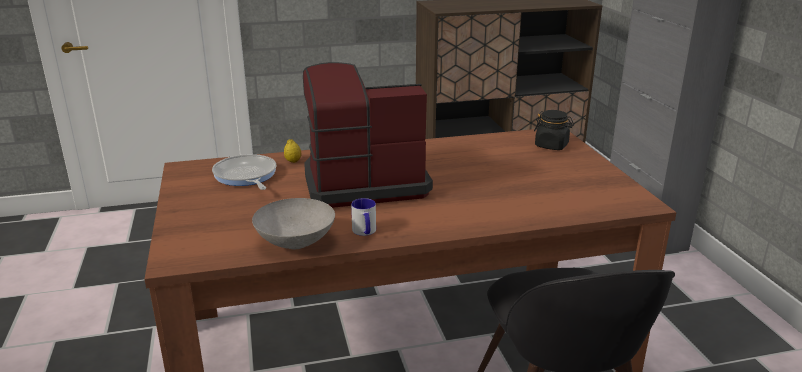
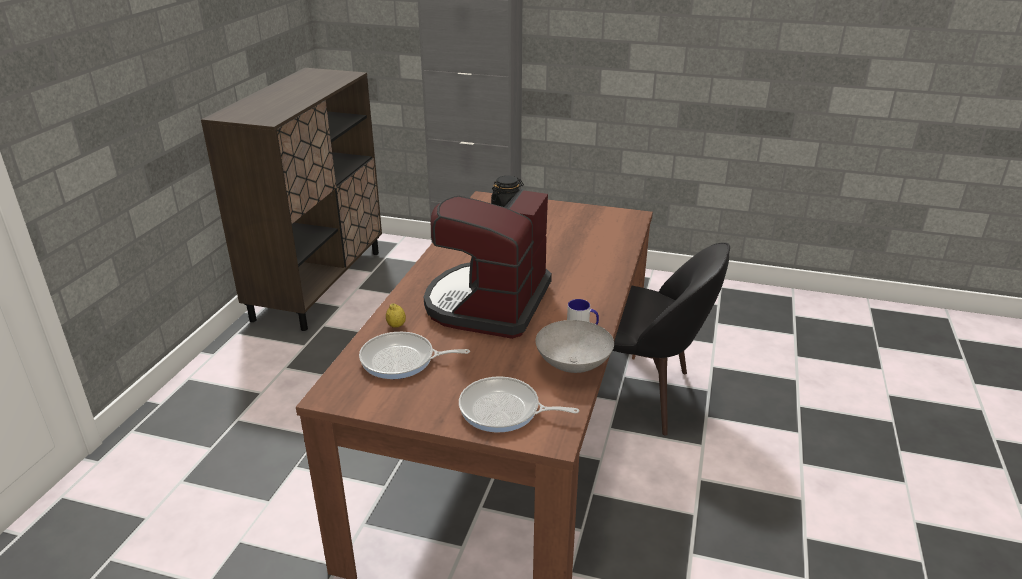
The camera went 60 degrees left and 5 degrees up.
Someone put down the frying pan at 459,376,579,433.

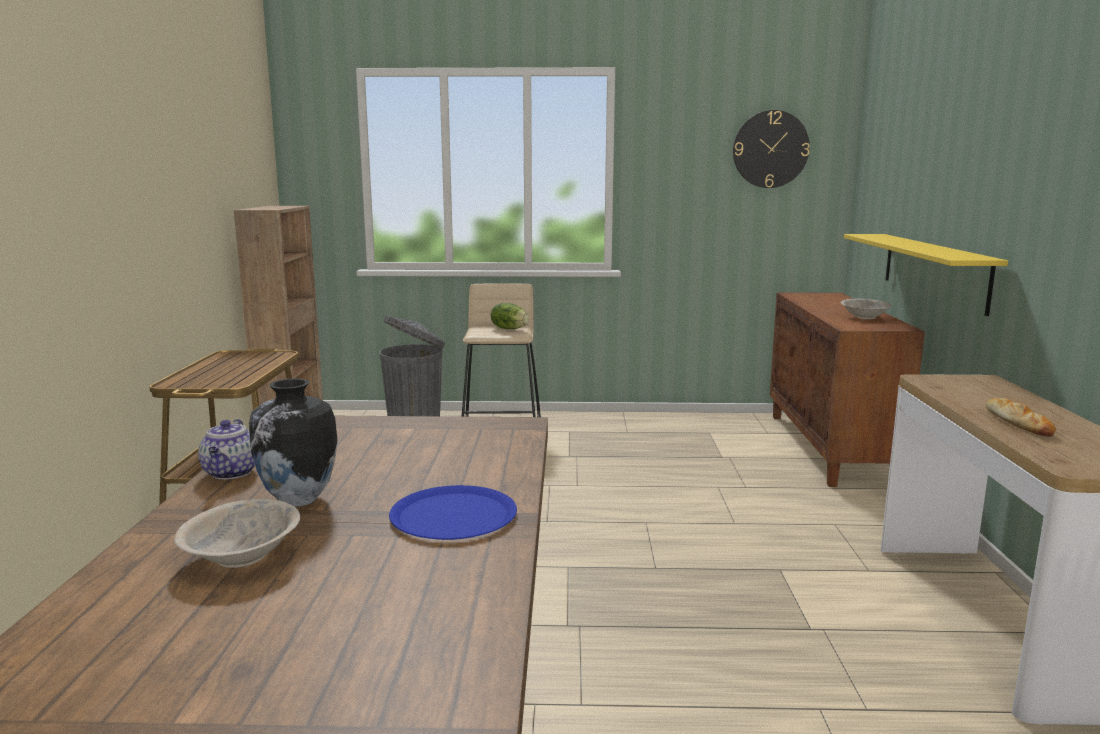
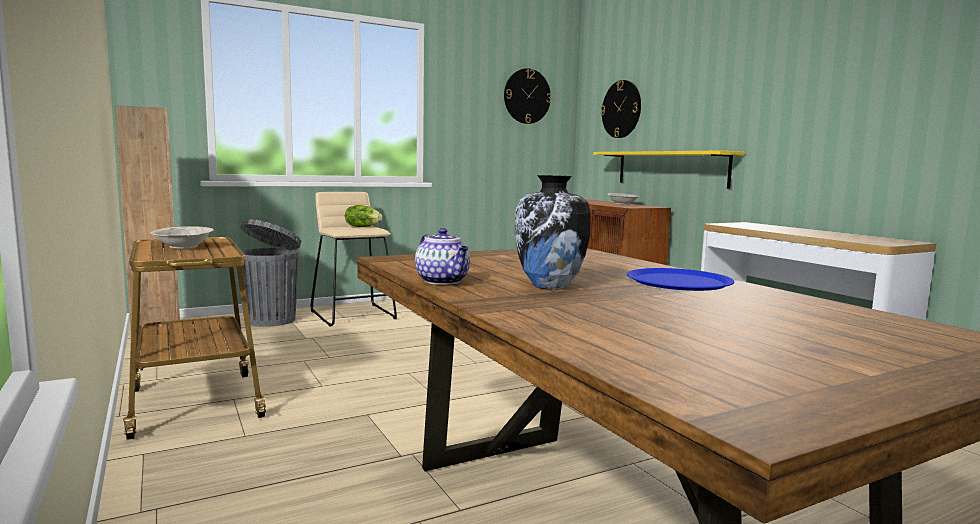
The camera went 30 degrees left and 5 degrees down.
Someone took away the bread at 986,397,1056,437.
Someone put up the wall clock at 601,80,641,138.
Someone carried the beige bowl from 174,499,300,568 to 151,226,214,249.

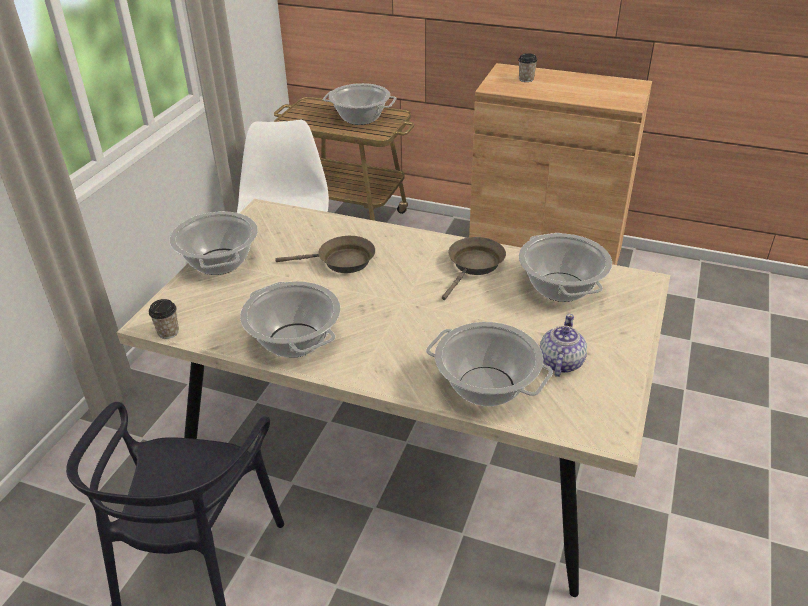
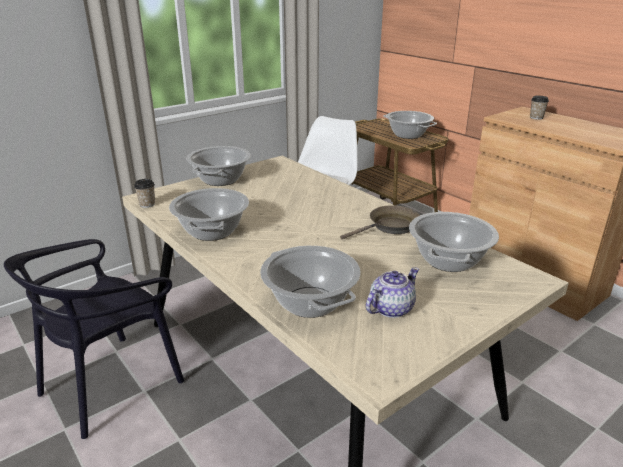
The camera went 30 degrees right and 10 degrees down.
Someone took away the brown frying pan at 275,236,375,273.

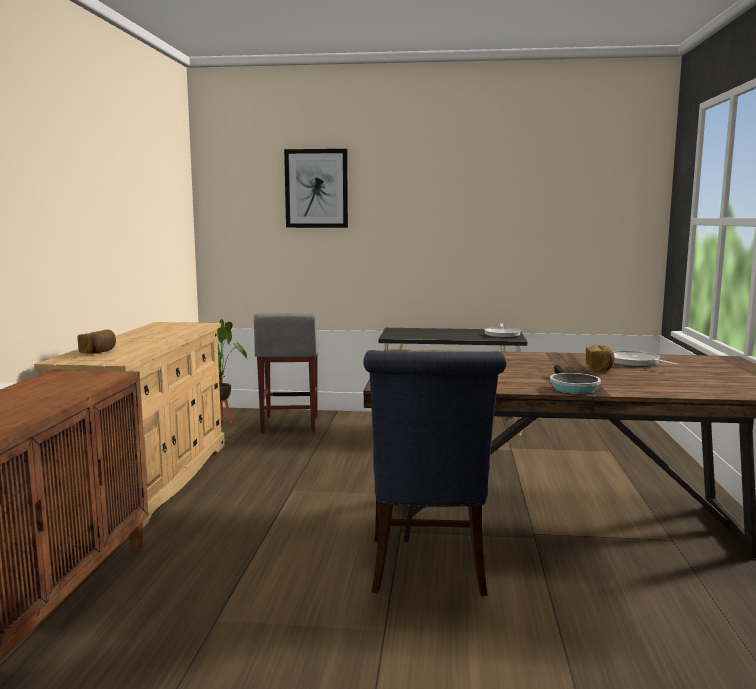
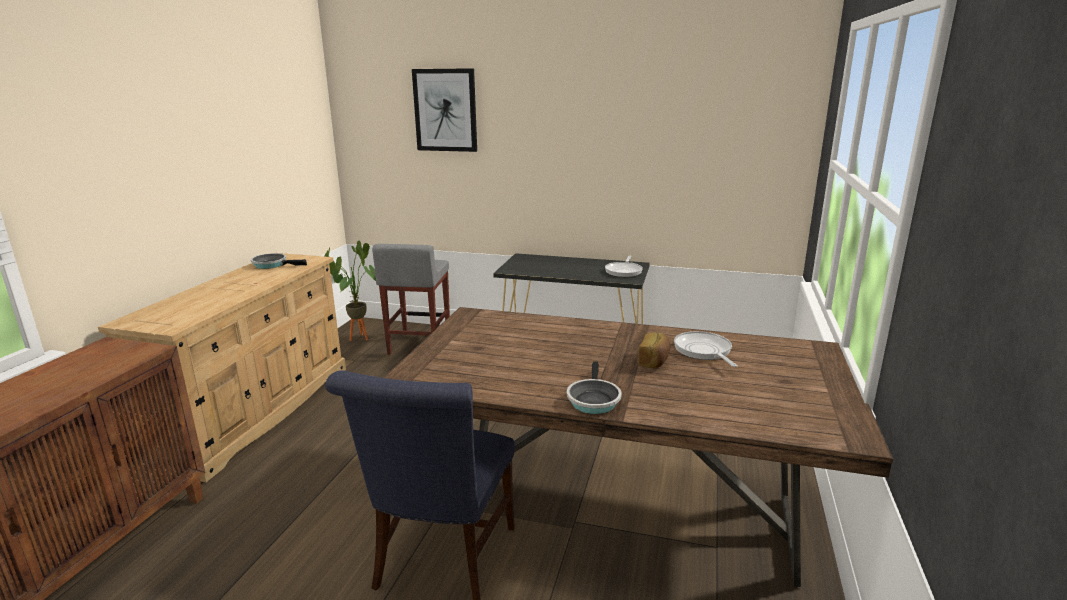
The camera went 10 degrees right and 10 degrees up.
Someone took away the bread at 78,329,116,354.
Someone put down the frying pan at 251,253,307,269.

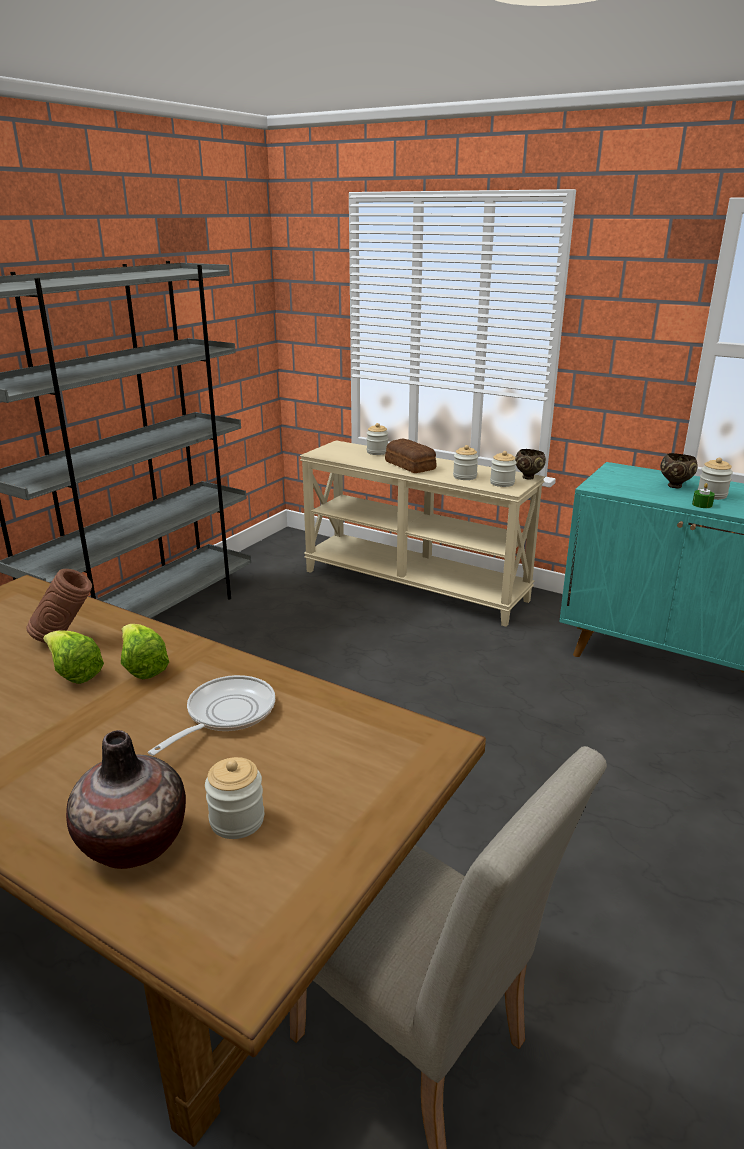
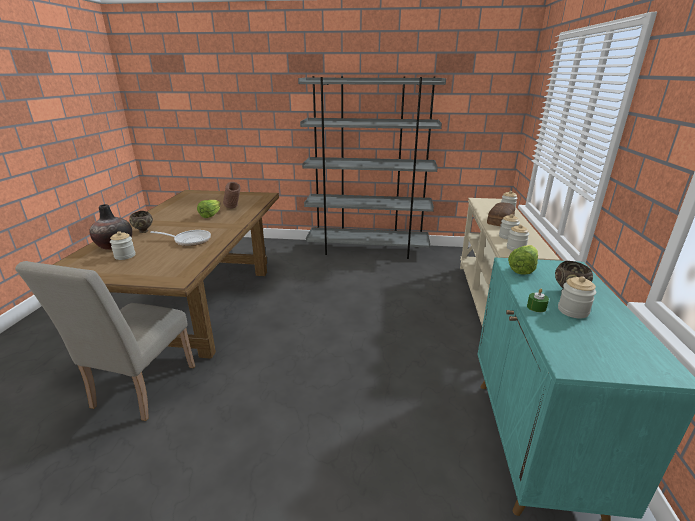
The camera went 65 degrees right and 0 degrees up.
Someone carried the lettuce from 121,624,169,679 to 508,245,538,275.
Someone carried the brown bowl from 515,449,546,480 to 129,211,153,233.

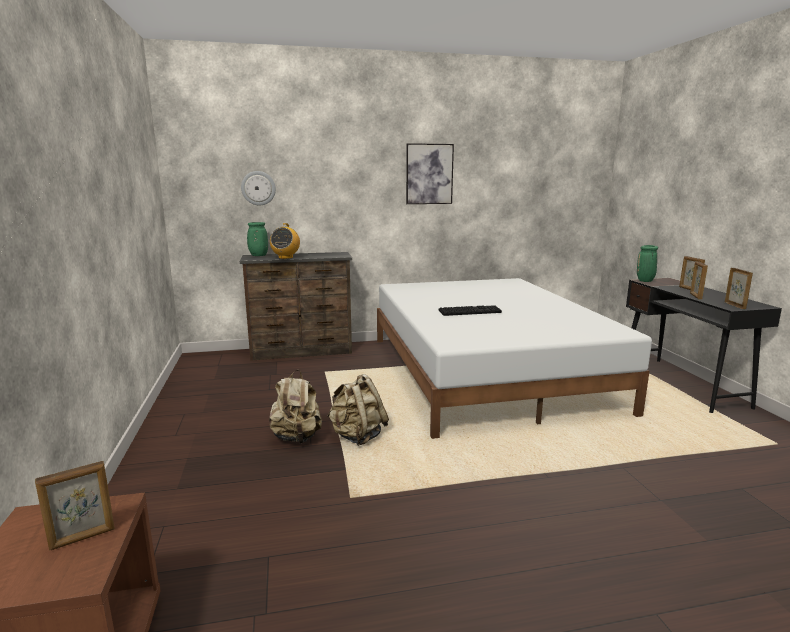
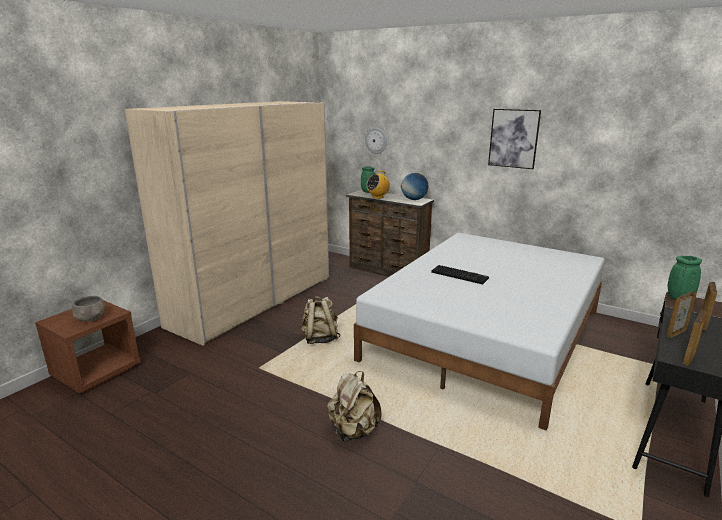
The camera went 45 degrees right and 5 degrees up.
Someone put down the beige wardrobe at 125,101,329,346.
Someone put down the globe at 401,173,429,200.
Someone carried the beige backpack from 269,370,322,444 to 327,371,381,442.
Someone swapped the picture frame at 35,461,115,551 for the grey bowl at 72,296,105,322.

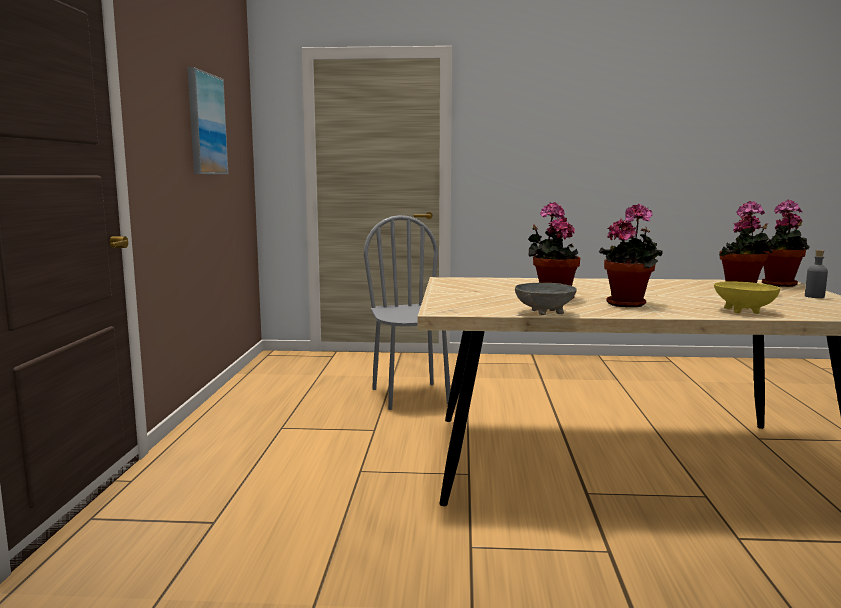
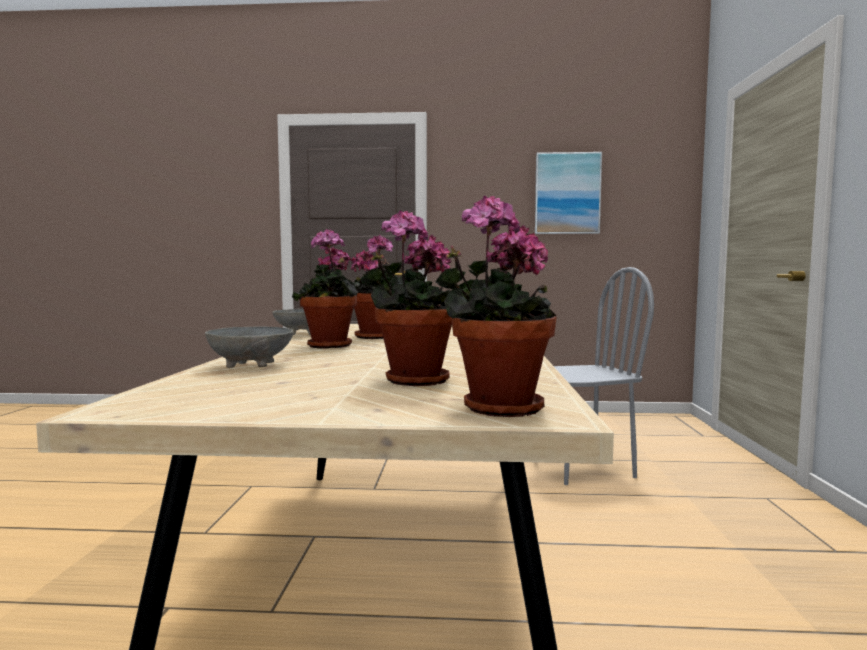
The camera went 90 degrees right and 5 degrees down.
Someone took away the grey bottle at 805,250,828,298.
Someone repainted the yellow bowl at 714,282,780,314, which became the grey bowl at 205,326,294,368.

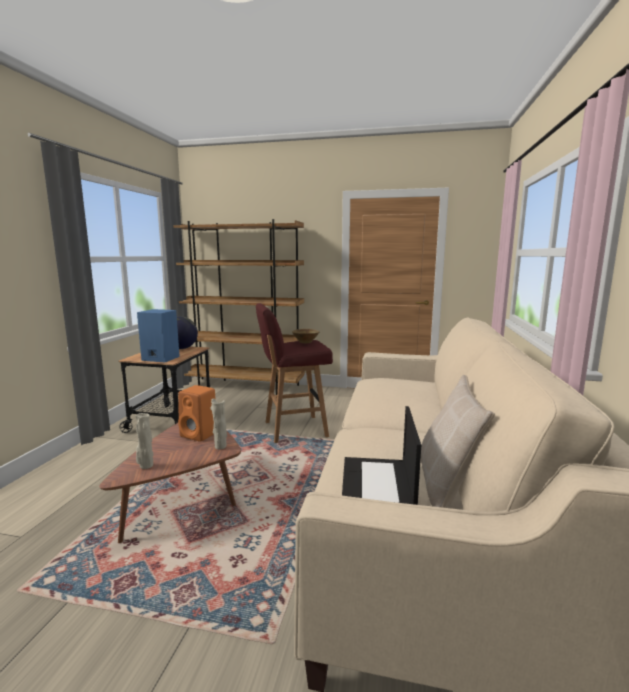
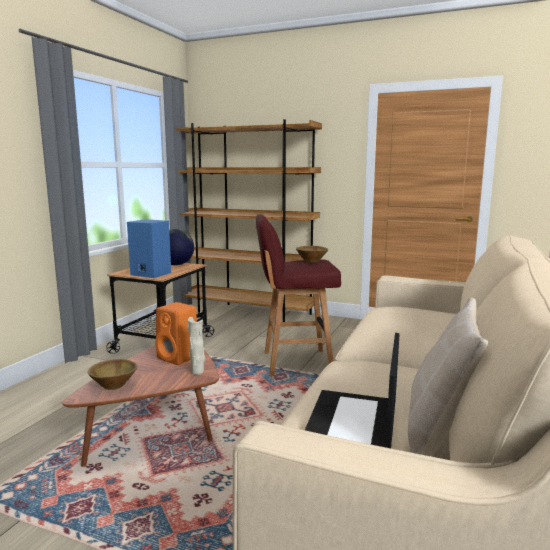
The camera went 10 degrees right and 0 degrees up.
Someone swapped the beige vase at 135,413,154,469 for the brown bowl at 87,359,137,390.

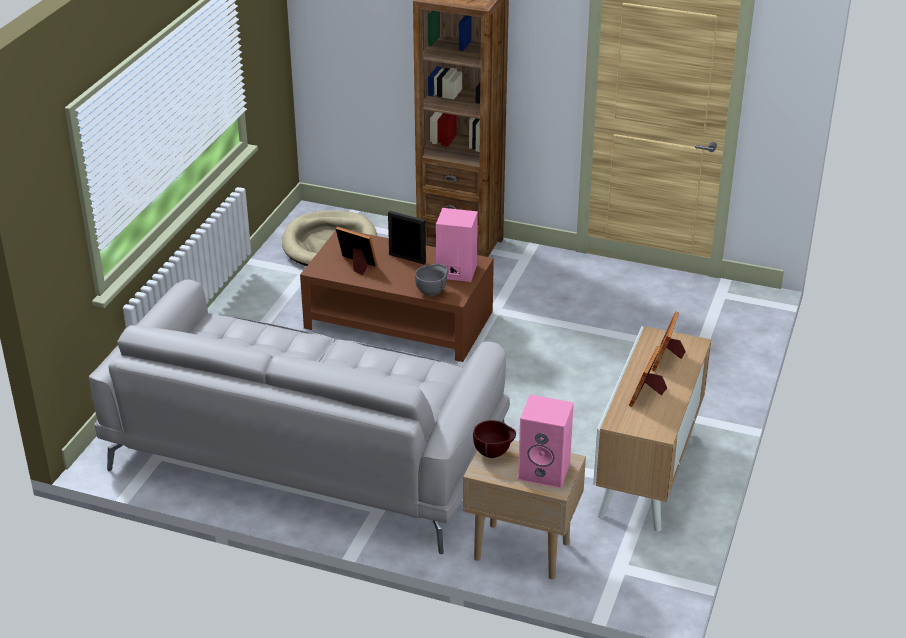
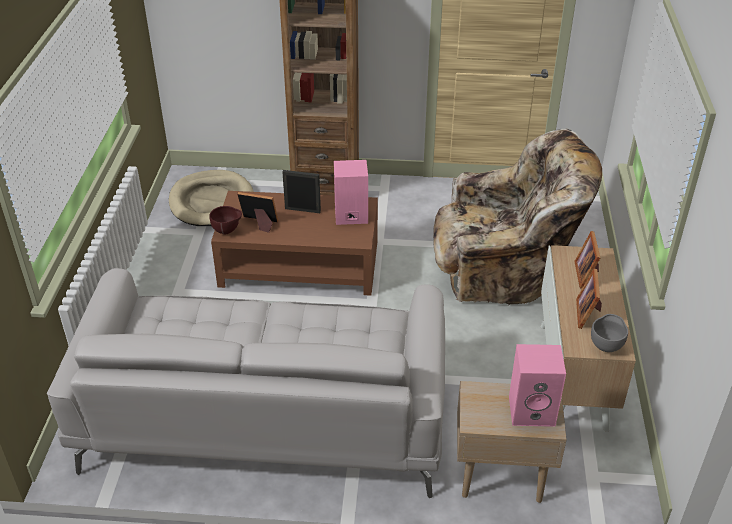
The camera went 15 degrees left and 5 degrees up.
Someone put down the beige armchair at 433,129,602,306.
Someone carried the grey bowl from 415,264,448,296 to 591,314,628,352.
Someone carried the brown bowl from 473,420,516,458 to 209,206,242,234.

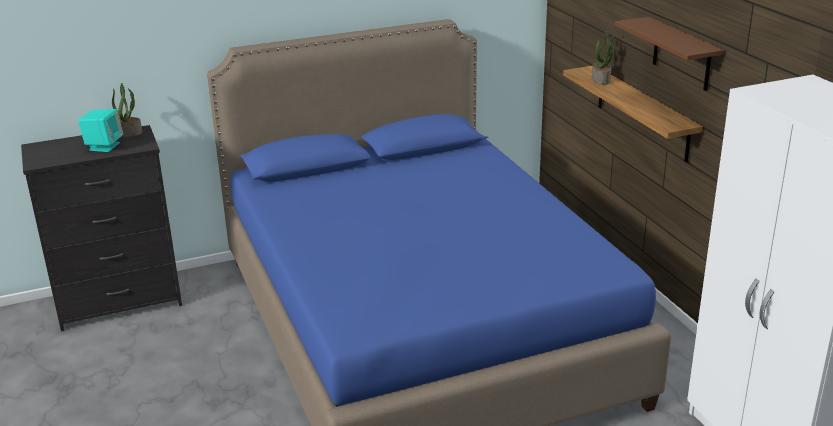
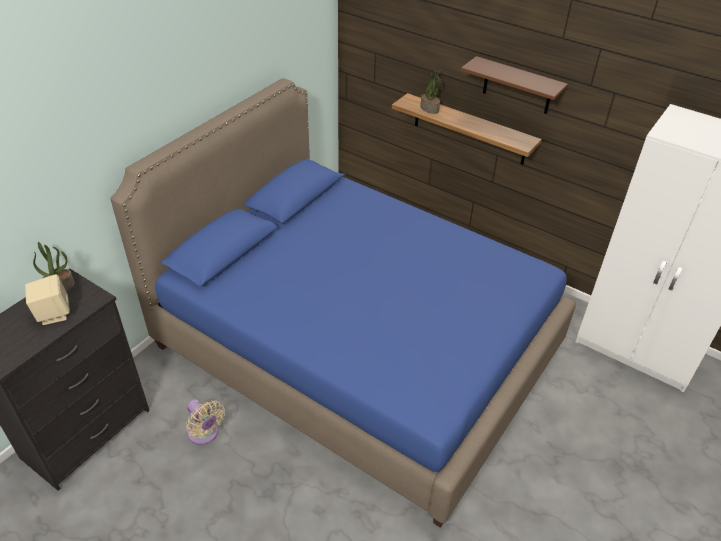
The camera went 35 degrees left and 15 degrees up.
Someone put down the beige fan at 186,399,225,445.
Someone repainted the turquoise speaker at 78,109,123,152, which became the beige speaker at 25,274,70,325.

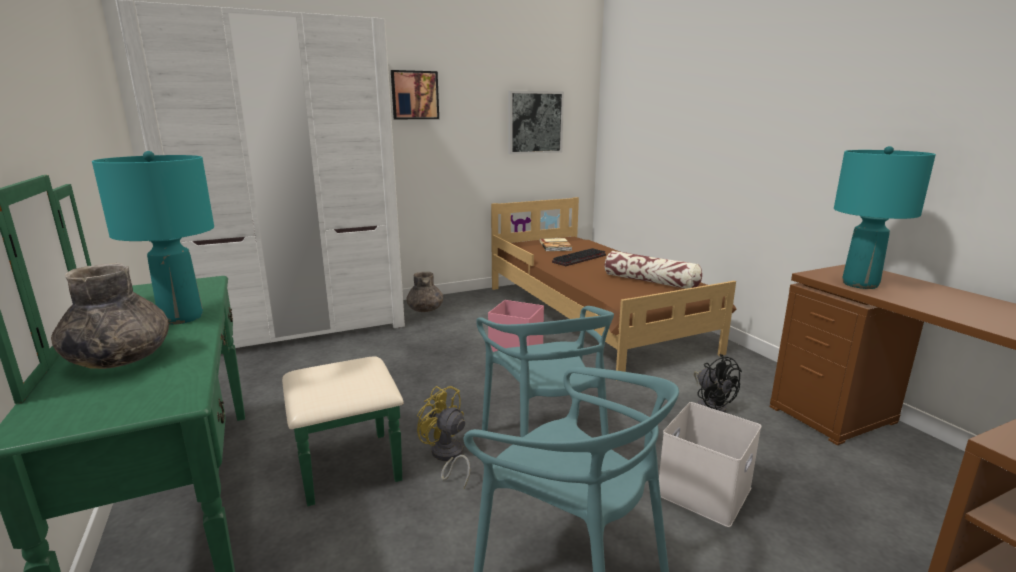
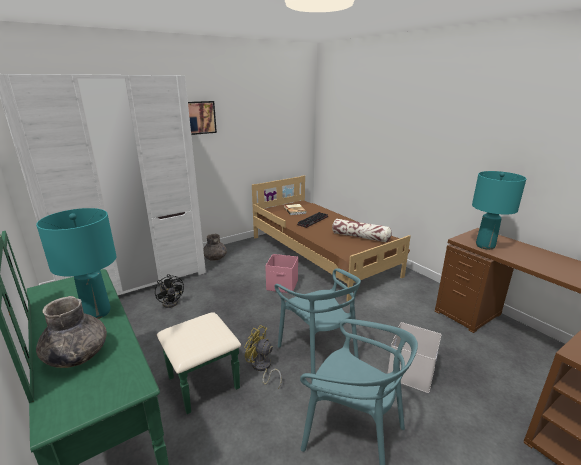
The camera went 10 degrees left and 5 degrees up.
Someone took away the picture at 508,91,564,154.
Someone carried the black fan from 694,354,742,413 to 155,274,184,308.

